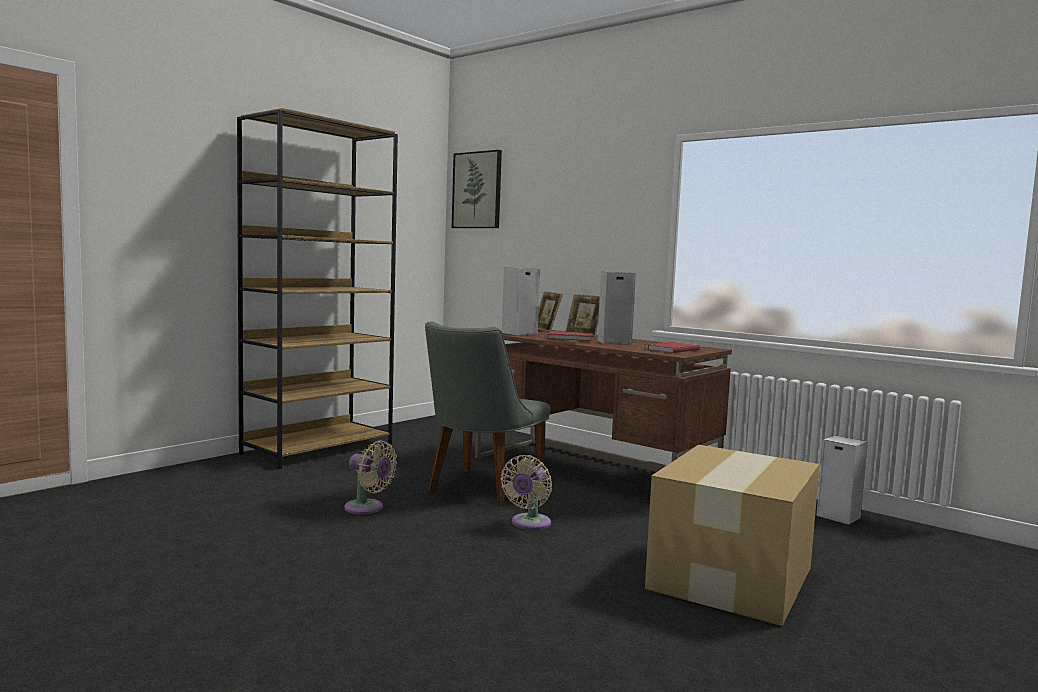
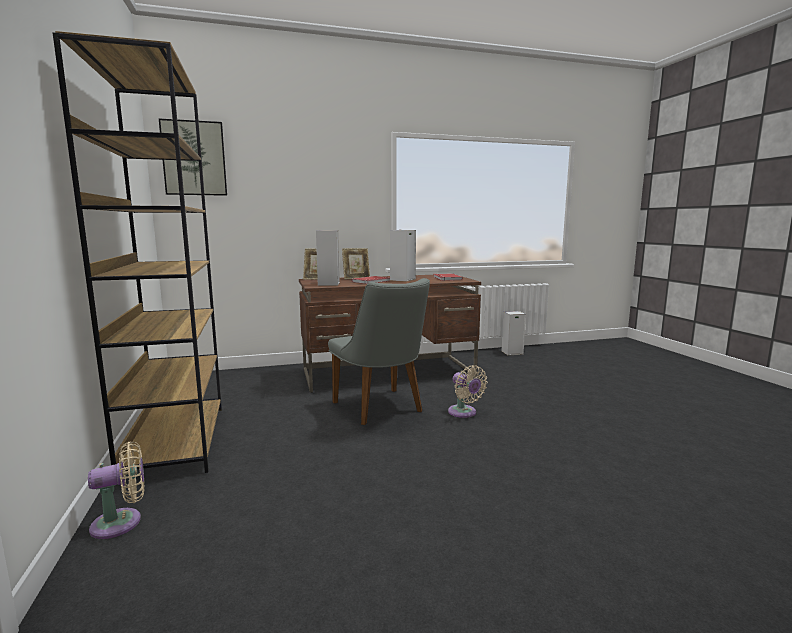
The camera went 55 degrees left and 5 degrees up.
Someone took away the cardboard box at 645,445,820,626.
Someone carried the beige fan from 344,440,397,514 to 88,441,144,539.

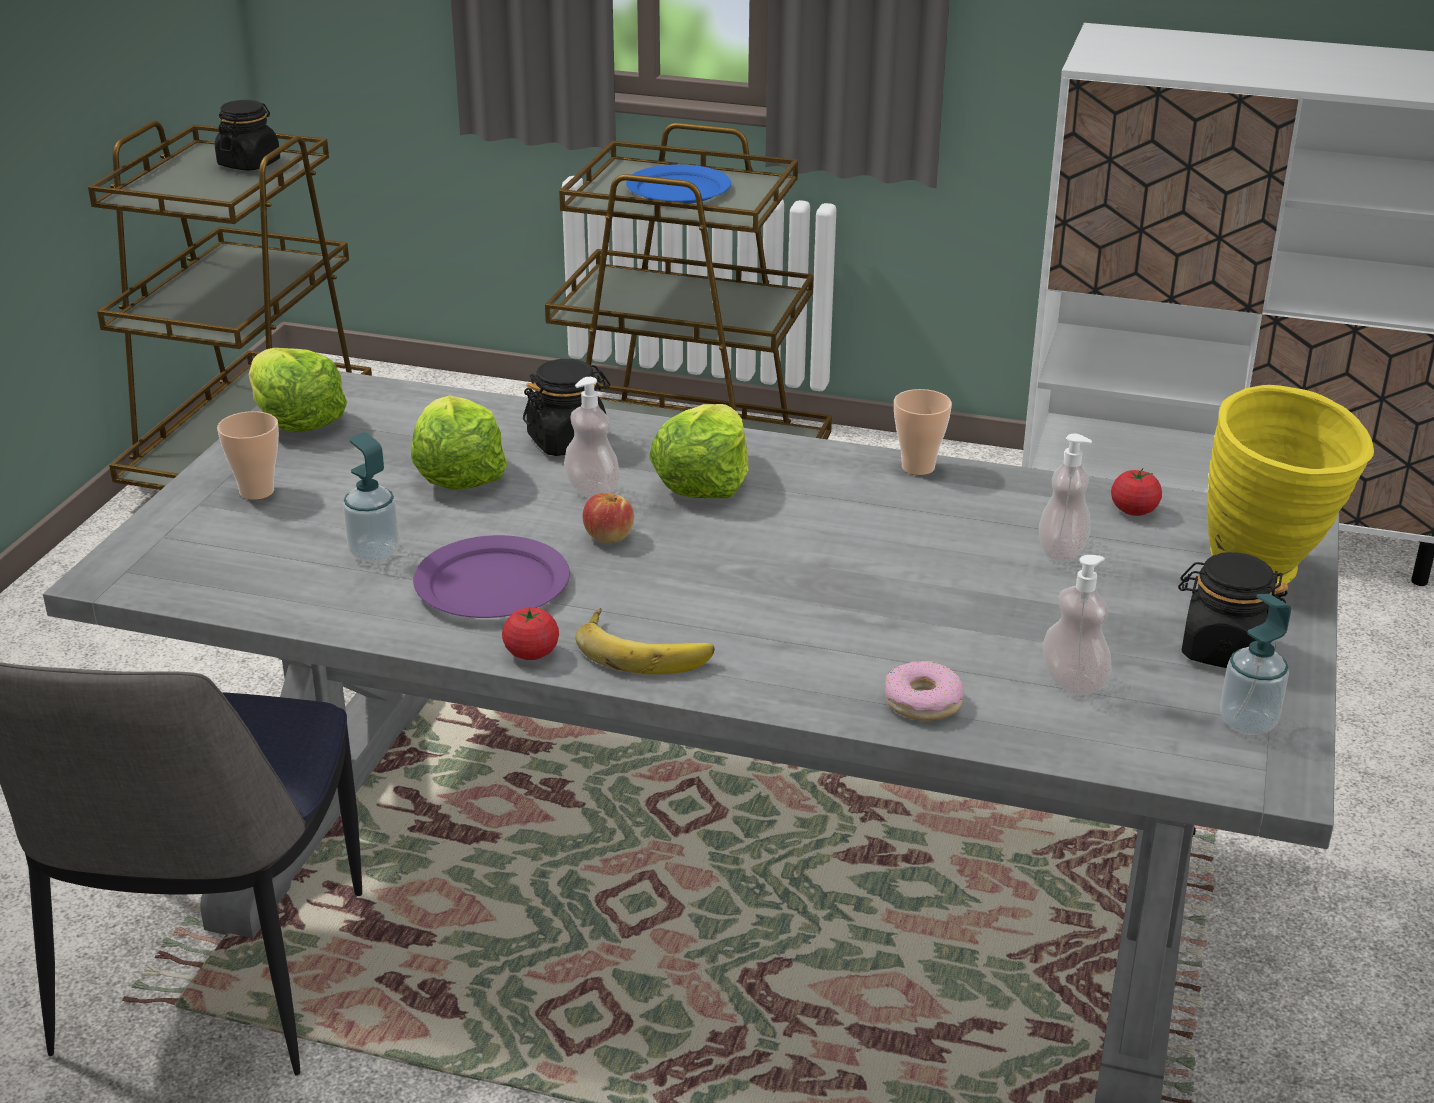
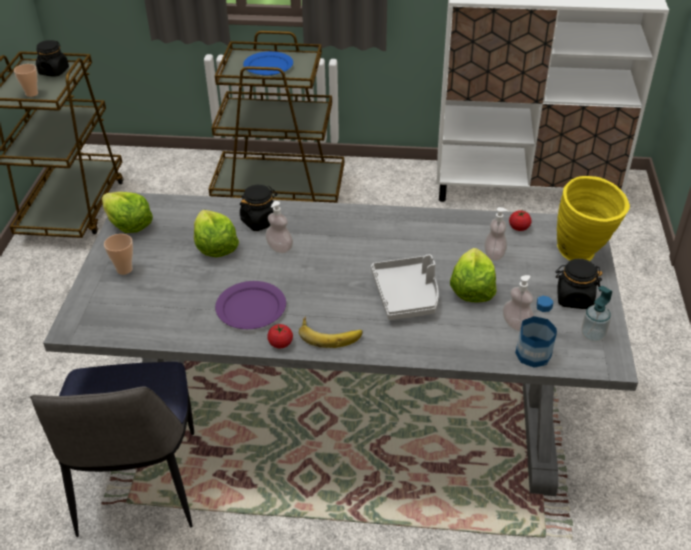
The camera went 10 degrees left and 10 degrees up.
Someone took away the soap dispenser at 343,432,399,562.
Someone took away the apple at 582,493,634,544.
Someone took away the donut at 885,661,964,721.
Someone put down the grey tray at 371,254,439,320.
Someone put down the bottle at 515,296,557,368.
Someone carried the lettuce from 649,404,749,498 to 450,248,496,302.
Someone carried the cup from 894,389,952,475 to 14,64,38,97.

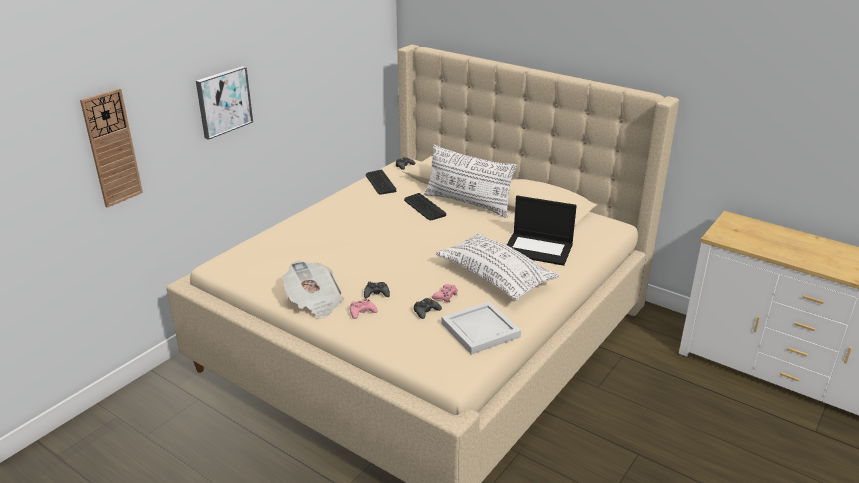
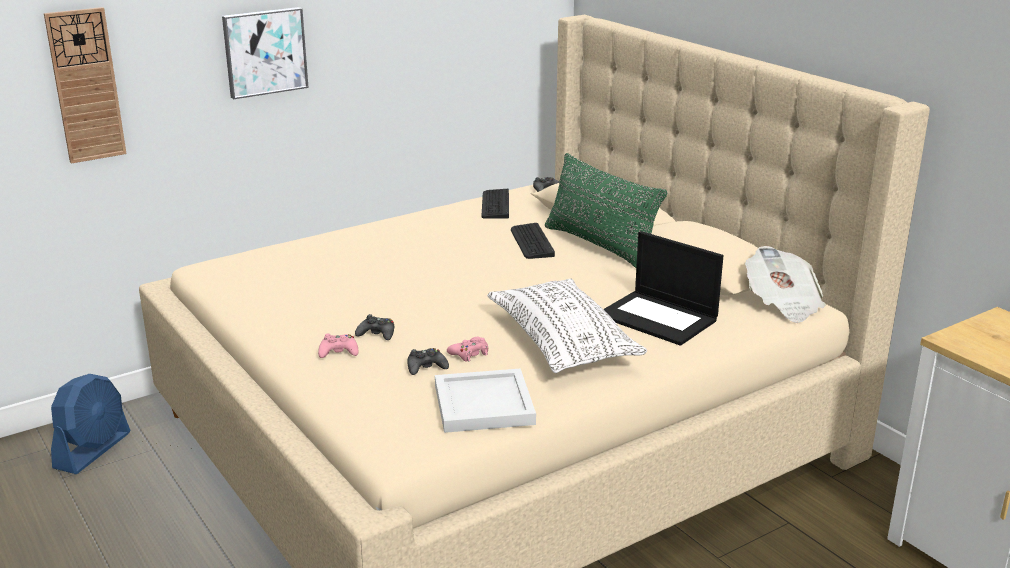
The camera went 20 degrees right and 5 degrees down.
Someone put down the blue fan at 51,374,130,474.
Someone carried the newspaper from 282,261,344,319 to 745,246,826,323.
Someone repainted the white pillow at 424,145,518,217, which became the green pillow at 545,153,668,268.

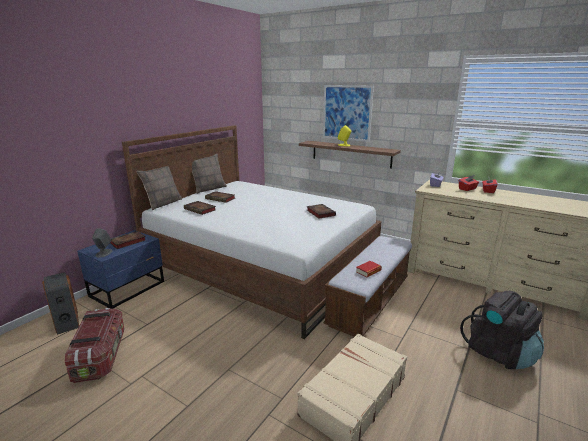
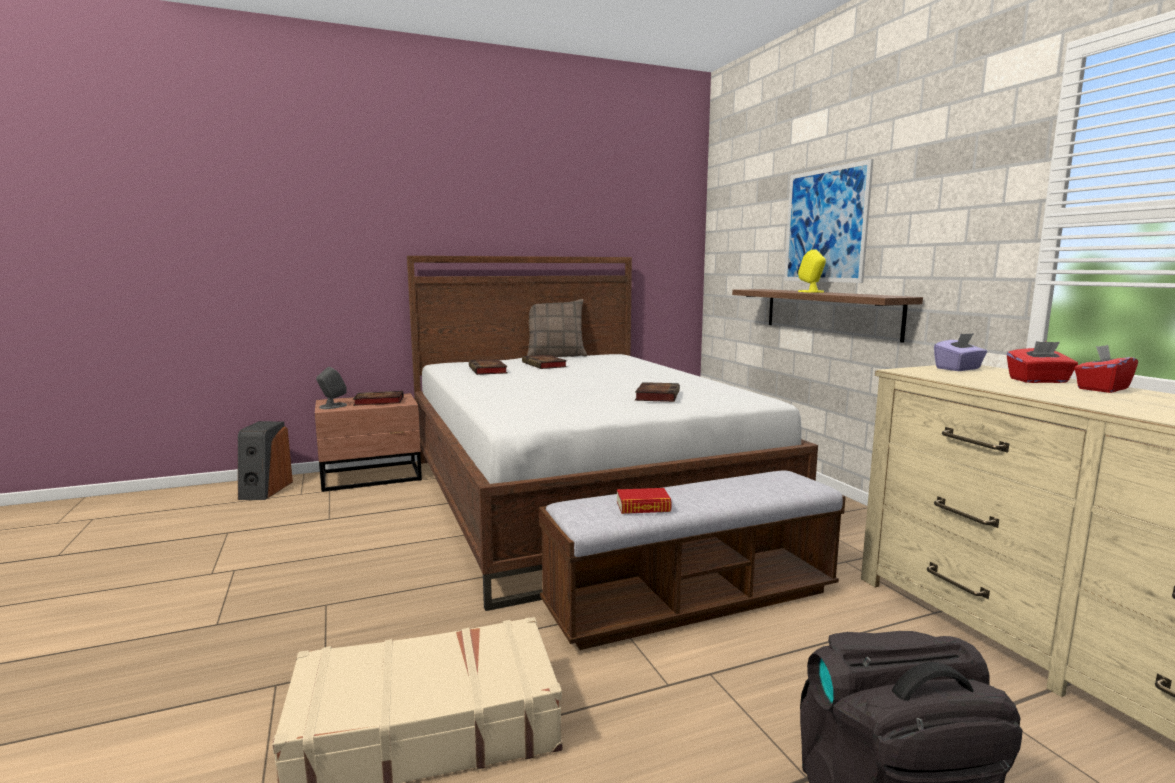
The camera went 35 degrees right and 10 degrees down.
Someone took away the storage box at 65,308,125,383.
Someone took away the pillow at 136,166,182,211.
Someone repainted the blue nightstand at 77,230,164,309, which became the brown nightstand at 315,393,422,492.

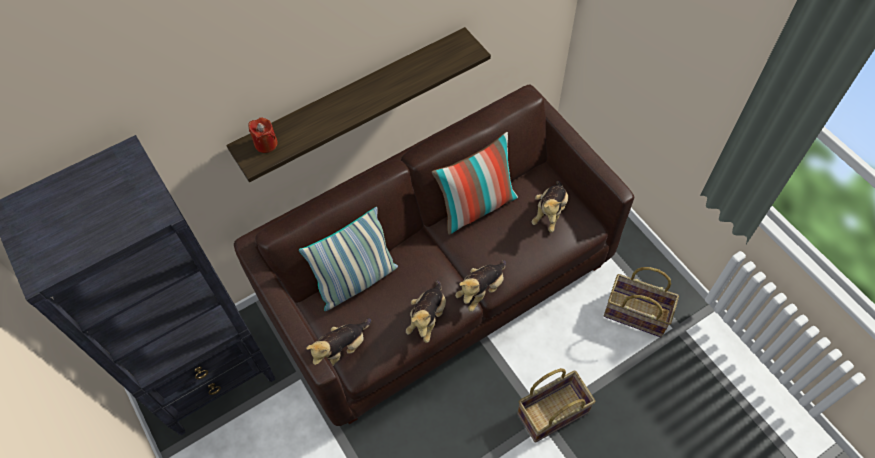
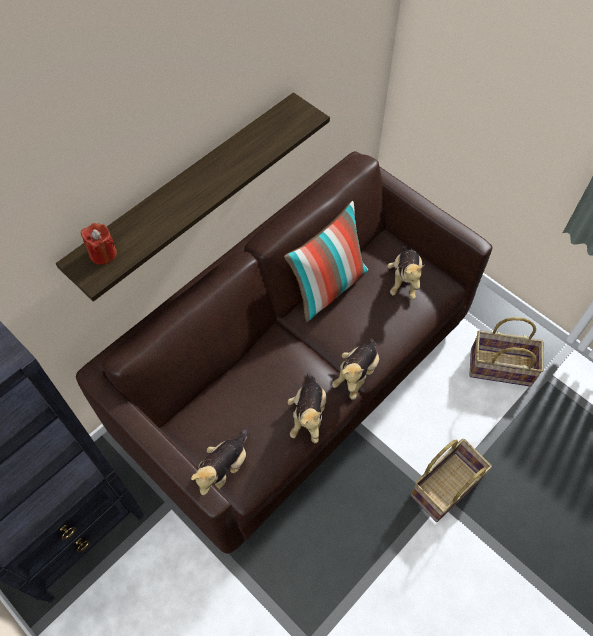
The camera went 15 degrees left and 0 degrees up.
Someone took away the pillow at 299,207,398,311.

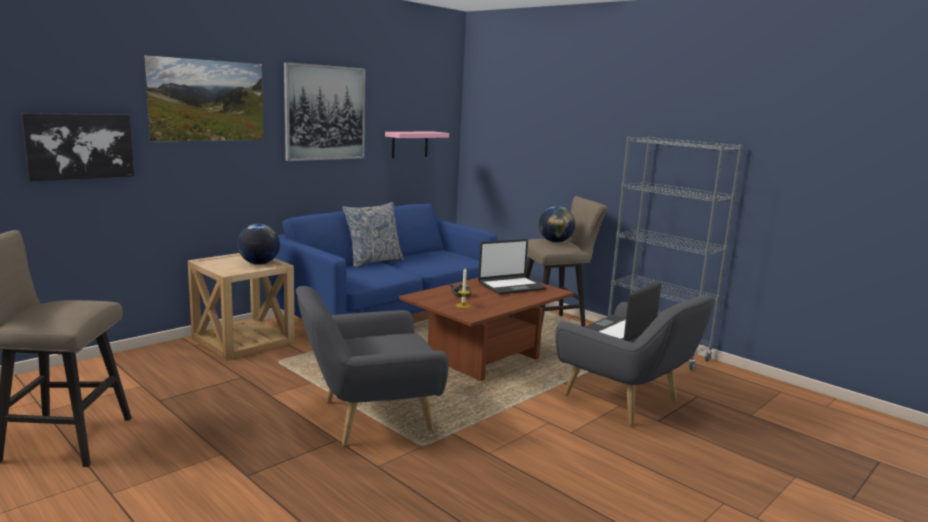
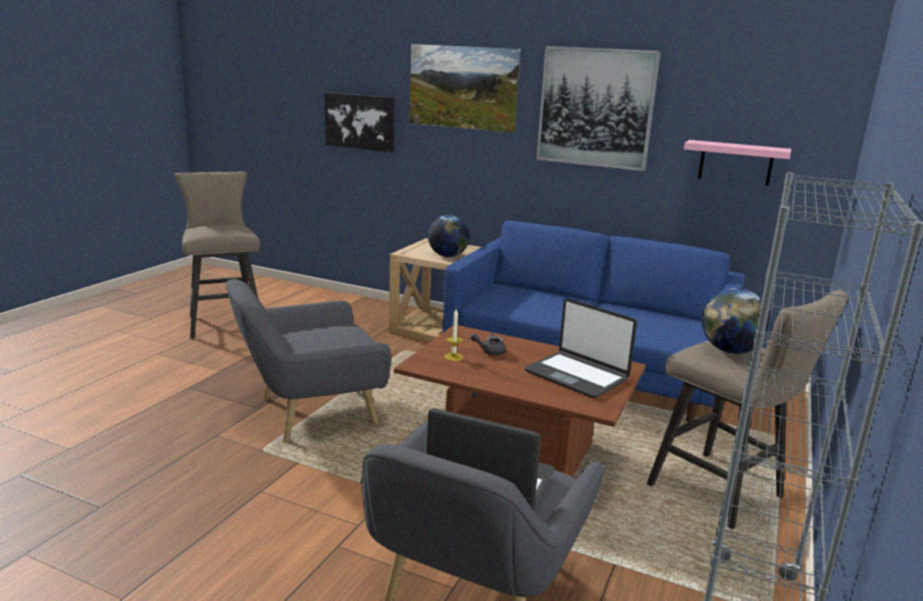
The camera went 70 degrees right and 5 degrees up.
Someone took away the pillow at 342,202,404,268.
Someone rotated the grey armchair at 296,286,449,446 by 75 degrees counterclockwise.

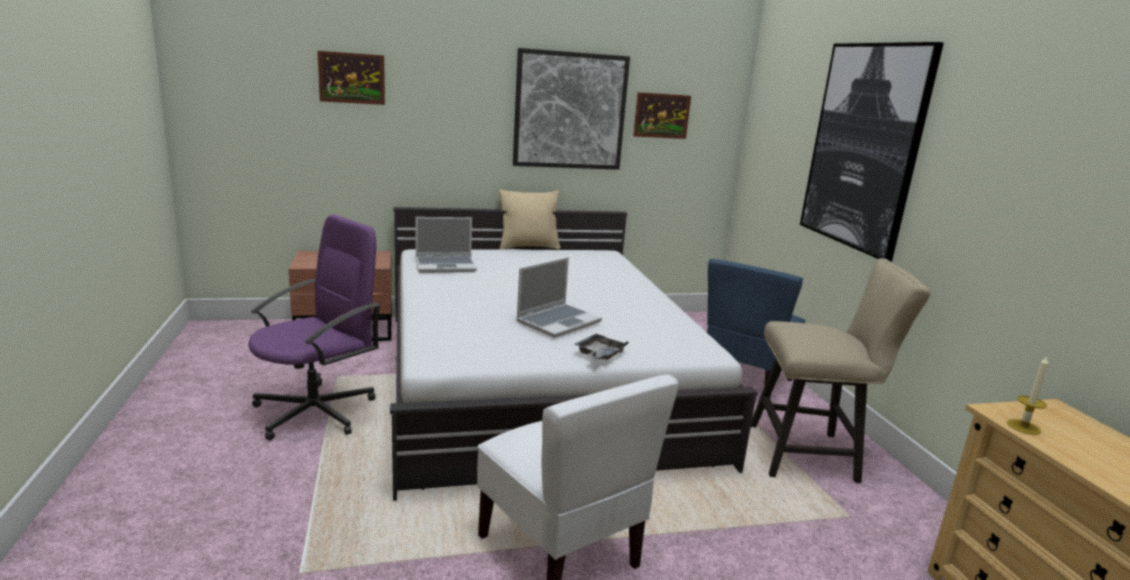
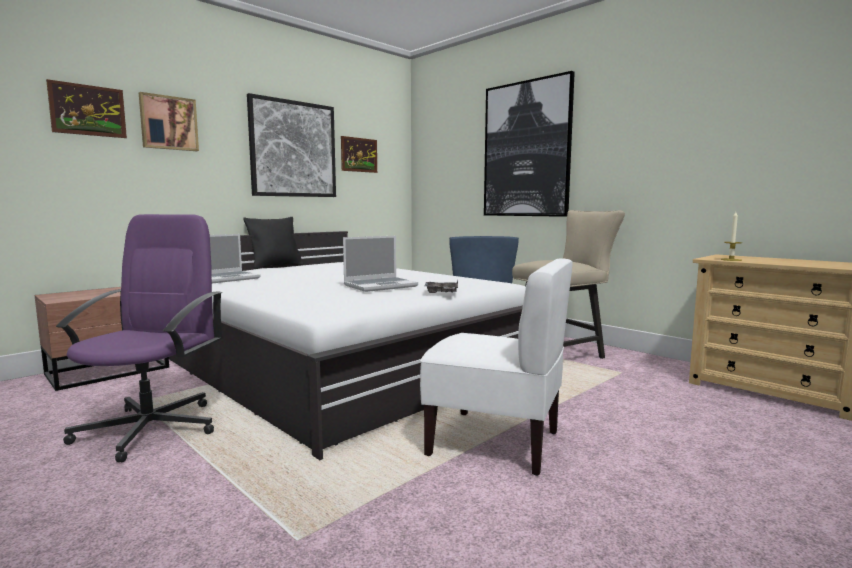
The camera went 30 degrees left and 10 degrees down.
Someone put up the picture at 139,92,199,151.
Someone repainted the beige pillow at 499,190,561,249, which became the black pillow at 243,217,303,269.
Someone rotated the laptop at 516,257,602,338 by 45 degrees clockwise.

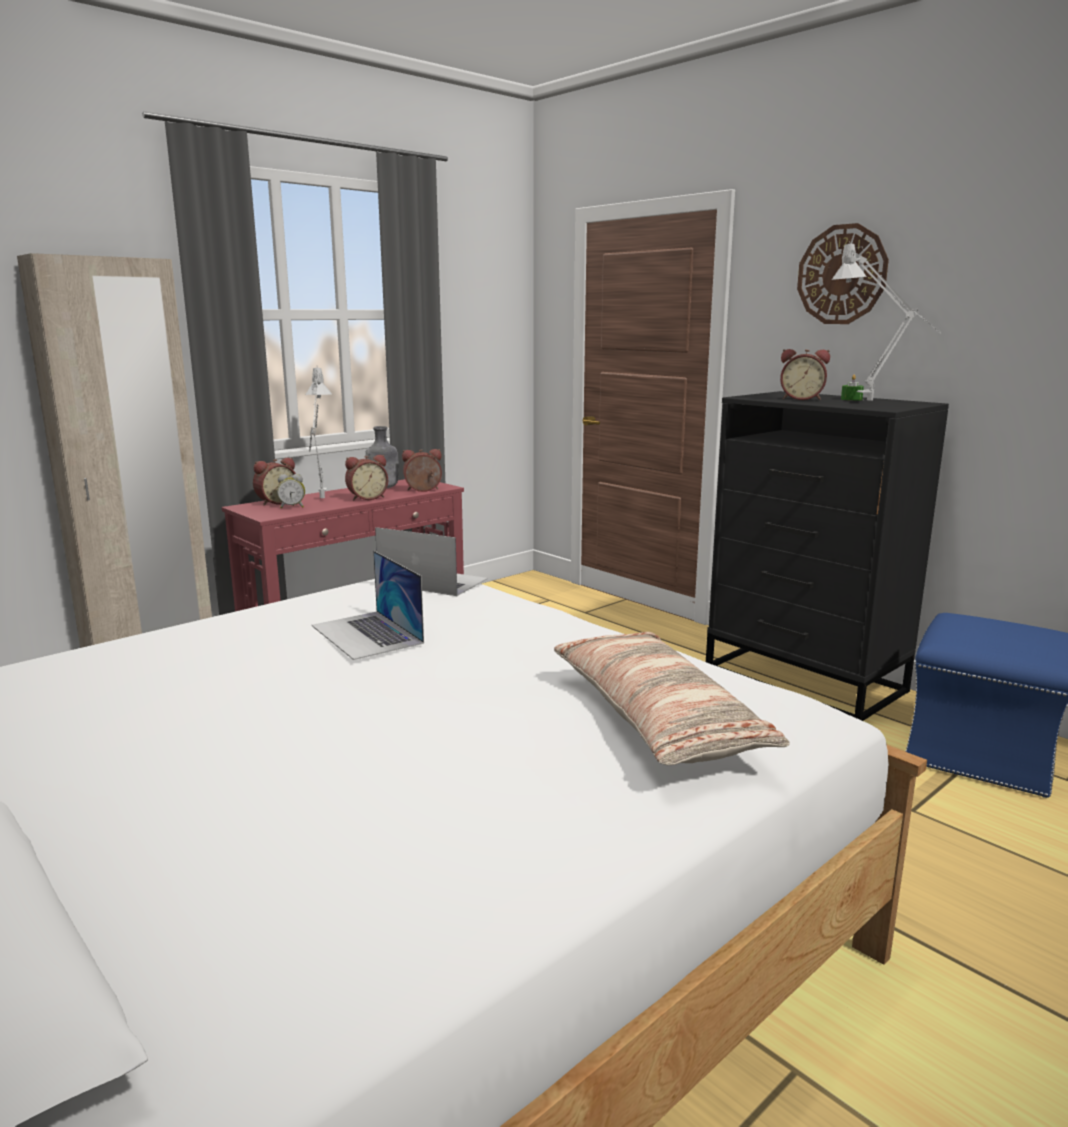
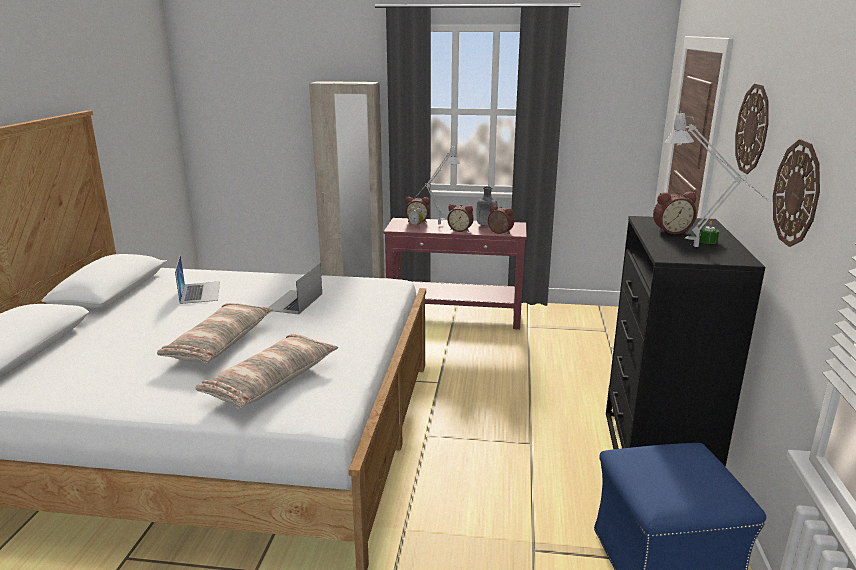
The camera went 50 degrees right and 5 degrees up.
Someone put down the pillow at 157,303,273,363.
Someone put up the wall clock at 773,139,820,247.
Someone carried the laptop from 375,527,488,596 to 175,255,220,304.
Someone rotated the alarm clock at 780,349,830,400 by 75 degrees counterclockwise.

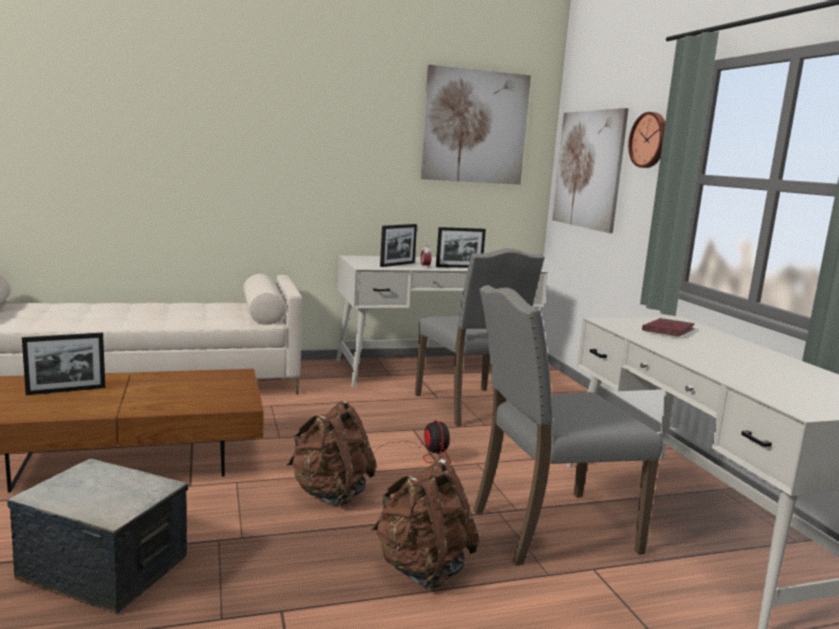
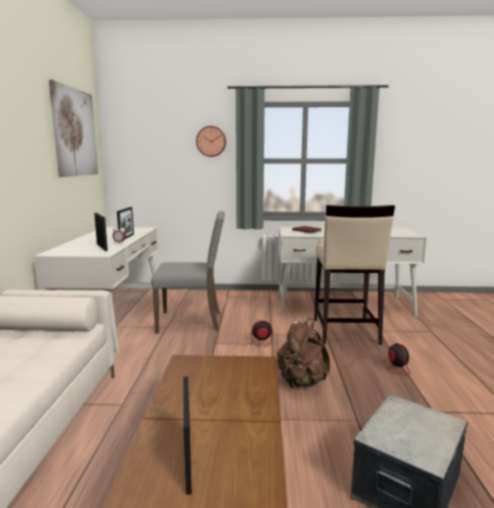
The camera went 70 degrees left and 0 degrees up.
Someone took away the picture at 552,108,629,233.
Someone swapped the brown backpack at 372,459,480,590 for the fan at 345,343,410,375.
Someone swapped the grey chair at 473,285,664,566 for the beige stool at 314,205,395,345.

